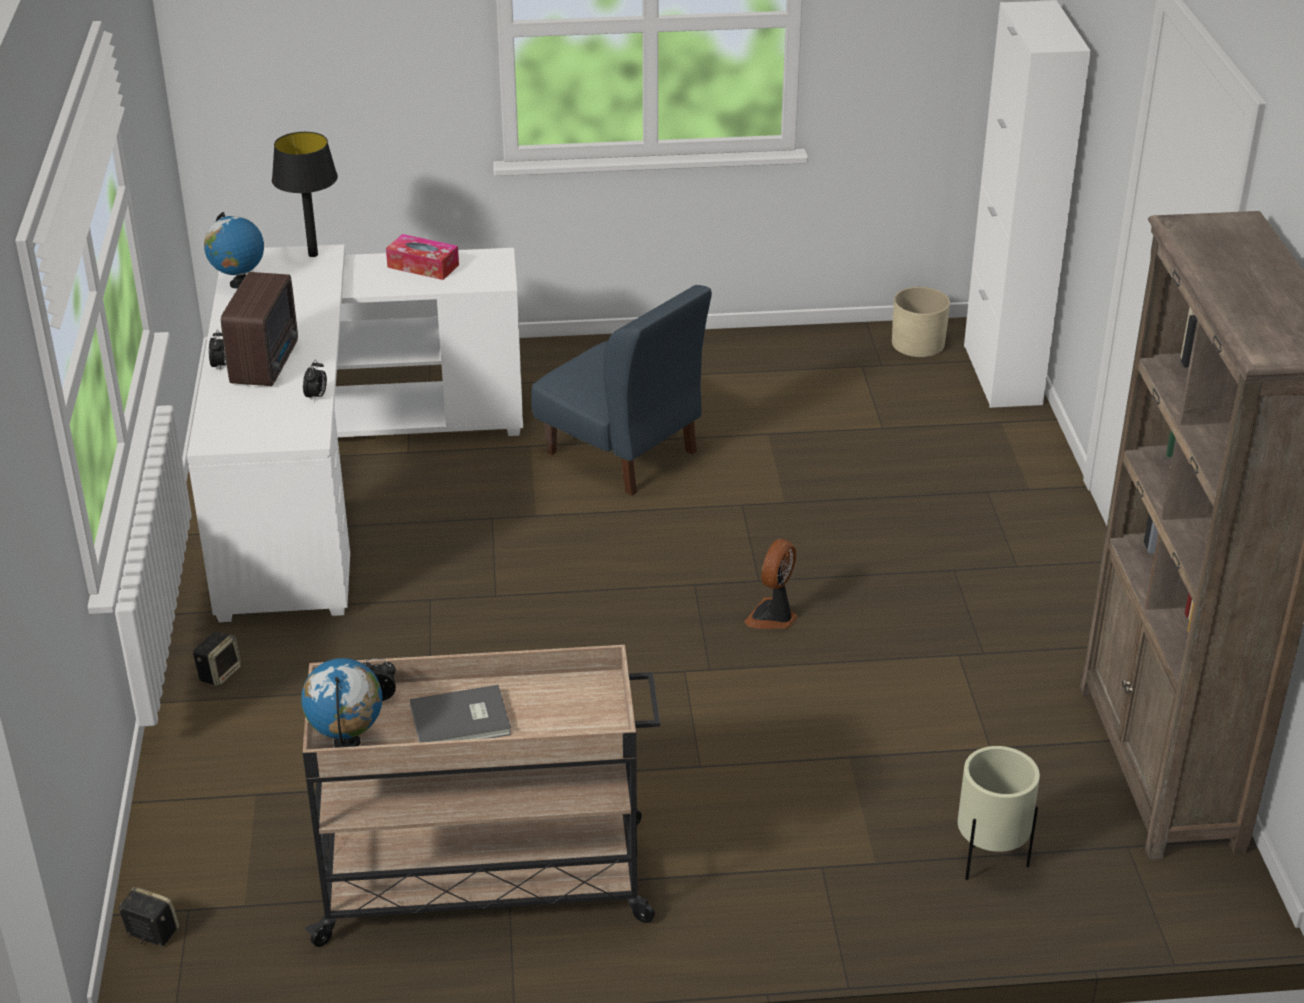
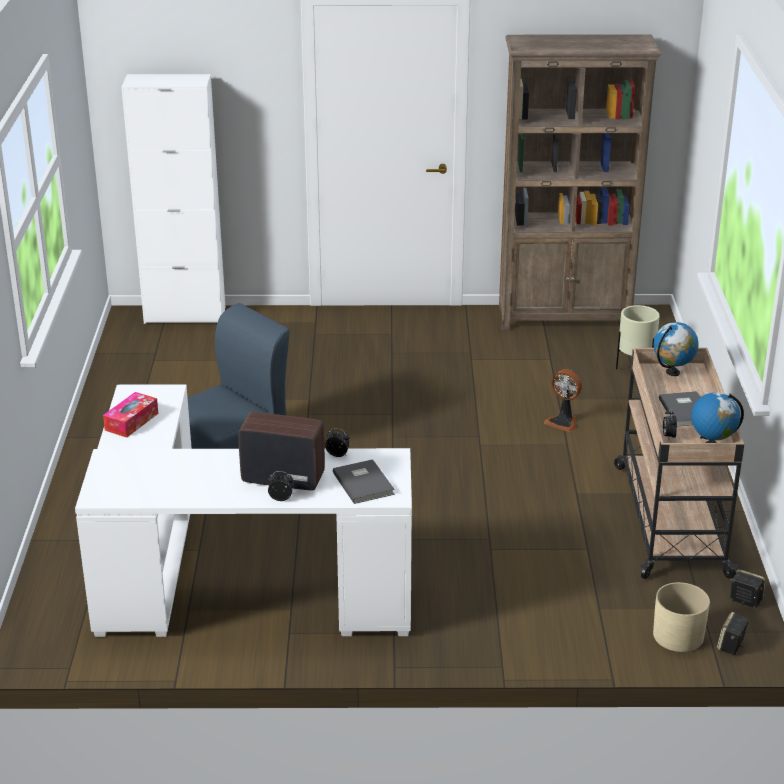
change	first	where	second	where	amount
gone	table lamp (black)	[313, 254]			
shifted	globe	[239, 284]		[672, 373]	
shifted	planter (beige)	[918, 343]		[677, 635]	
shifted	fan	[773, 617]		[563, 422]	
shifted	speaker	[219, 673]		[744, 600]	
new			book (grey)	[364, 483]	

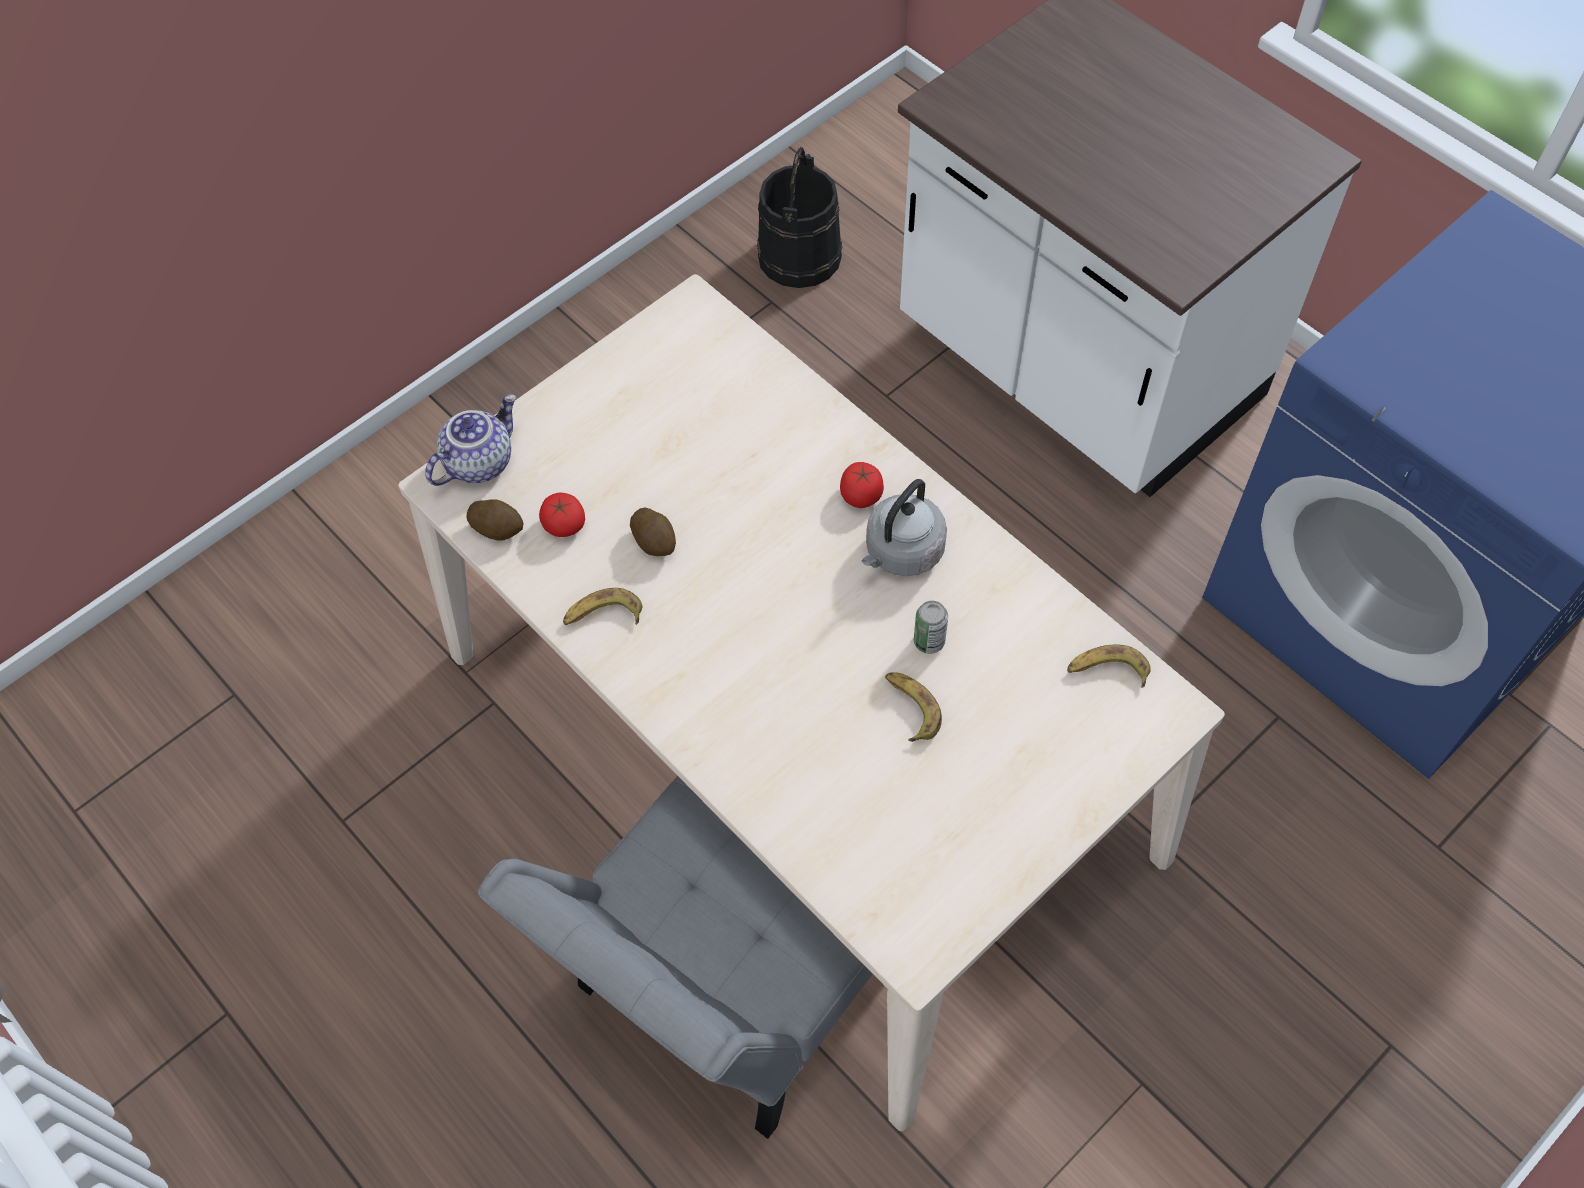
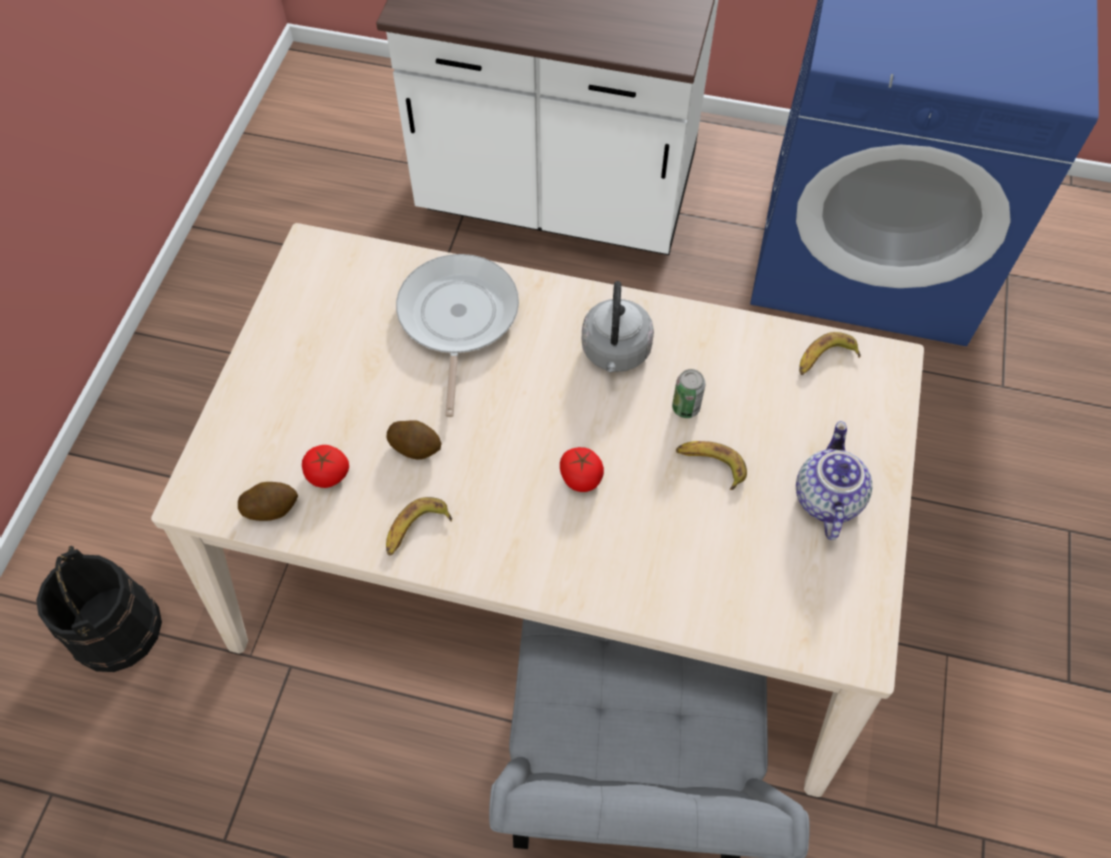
change	first	where	second	where	amount
shifted	bucket (black)	[799, 255]		[115, 628]	
shifted	teapot	[479, 461]		[825, 497]	
shifted	tomato	[861, 494]		[581, 477]	
new			frying pan	[457, 319]	

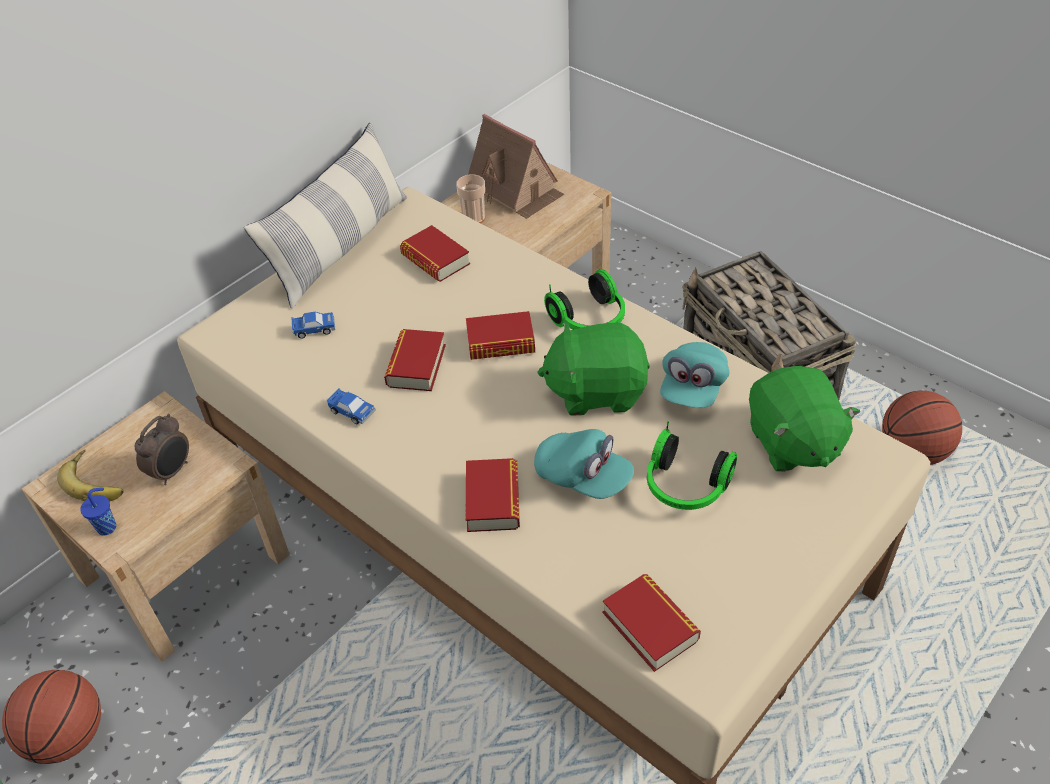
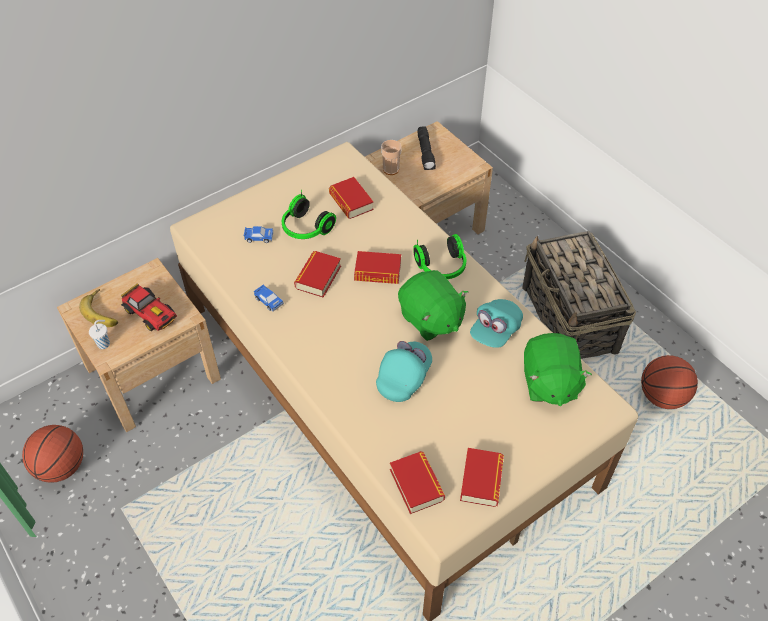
change	first	where	second	where	amount
swapped	toy house	[515, 190]	flashlight (black)	[426, 153]	
gone	pillow	[341, 247]			
rotated	plush toy (green)	[596, 390]		[430, 319]	135 degrees counterclockwise
swapped	alarm clock	[172, 471]	toy car	[151, 315]	
shifted	headphones	[685, 487]		[305, 229]	
rotated	cap (turquoise)	[583, 477]		[404, 378]	105 degrees counterclockwise
shifted	book	[493, 500]		[481, 480]	
repainted	cup (blue)	[108, 527]	cup (white)	[104, 344]	

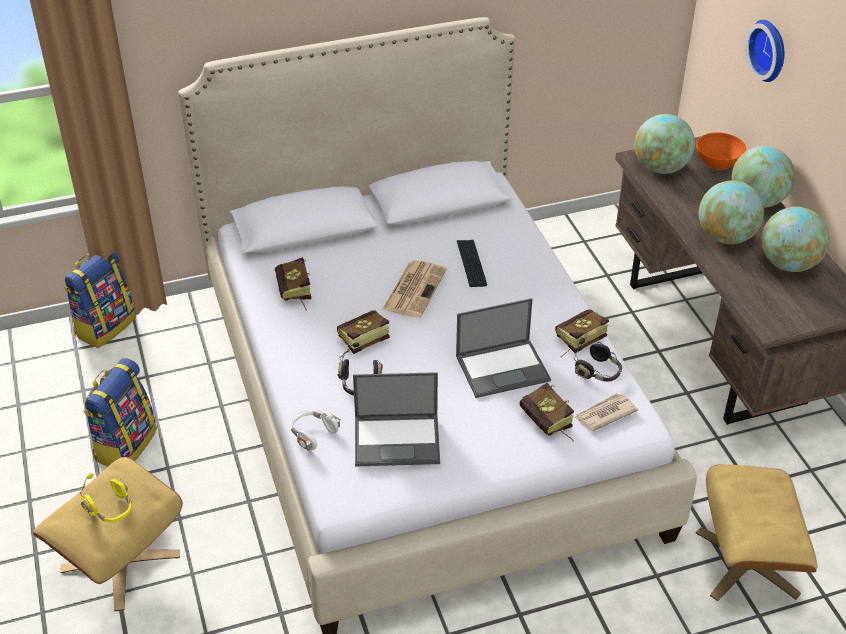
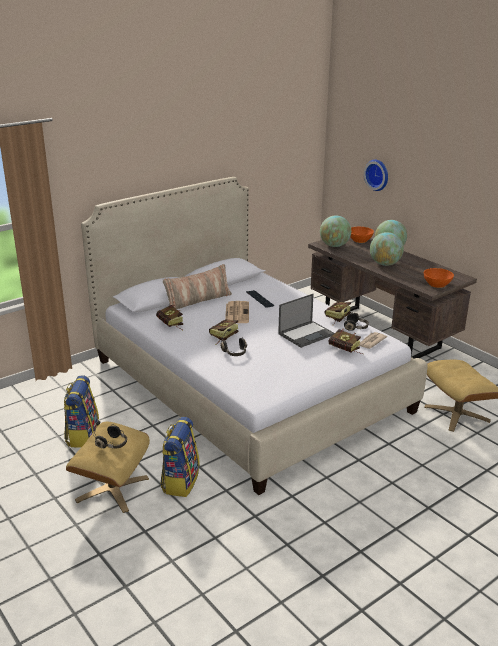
change	first	where	second	where	amount
gone	globe	[788, 264]			
shifted	backpack	[105, 326]		[180, 481]	
gone	laptop	[398, 440]			
gone	headphones (white)	[313, 434]			
repainted	headphones (yellow)	[111, 509]	headphones (black)	[113, 444]	
new			pillow	[198, 301]	
new			bowl (orange)	[436, 284]	

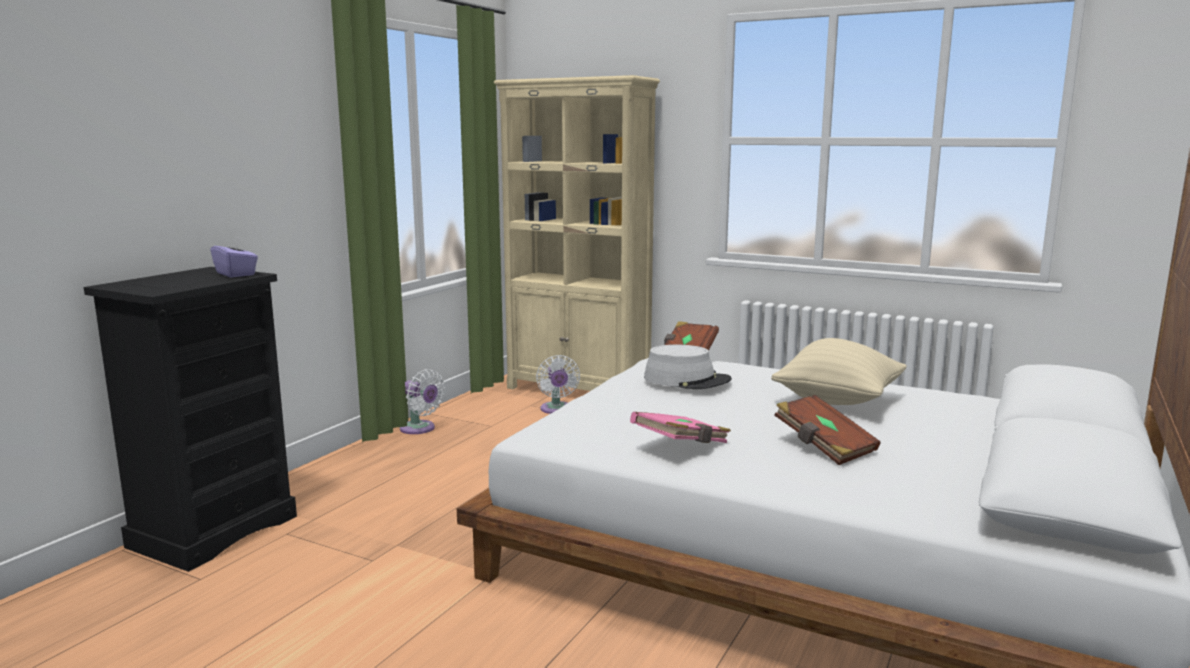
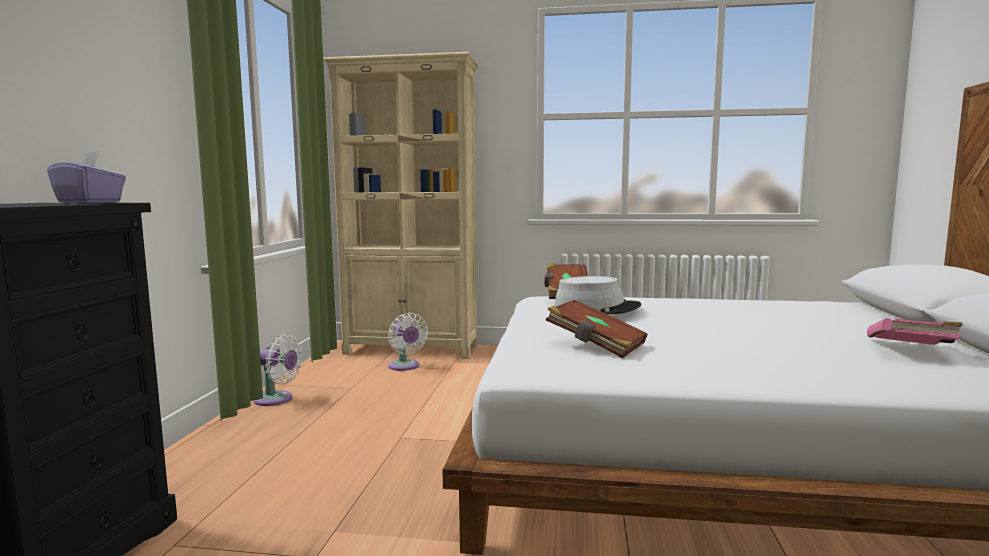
change	first	where	second	where	amount
gone	pillow (beige)	[838, 401]			
shifted	book (brown)	[824, 446]		[595, 346]	
shifted	book (pink)	[681, 446]		[911, 351]	

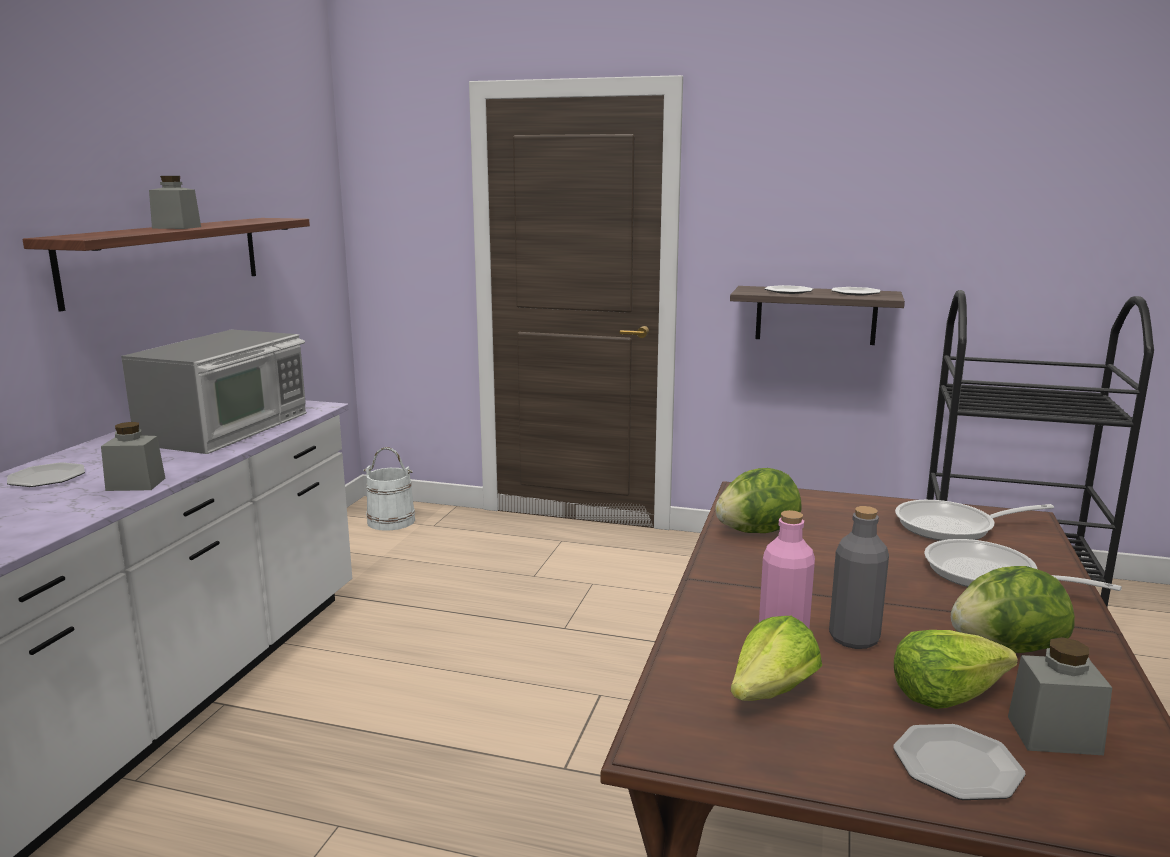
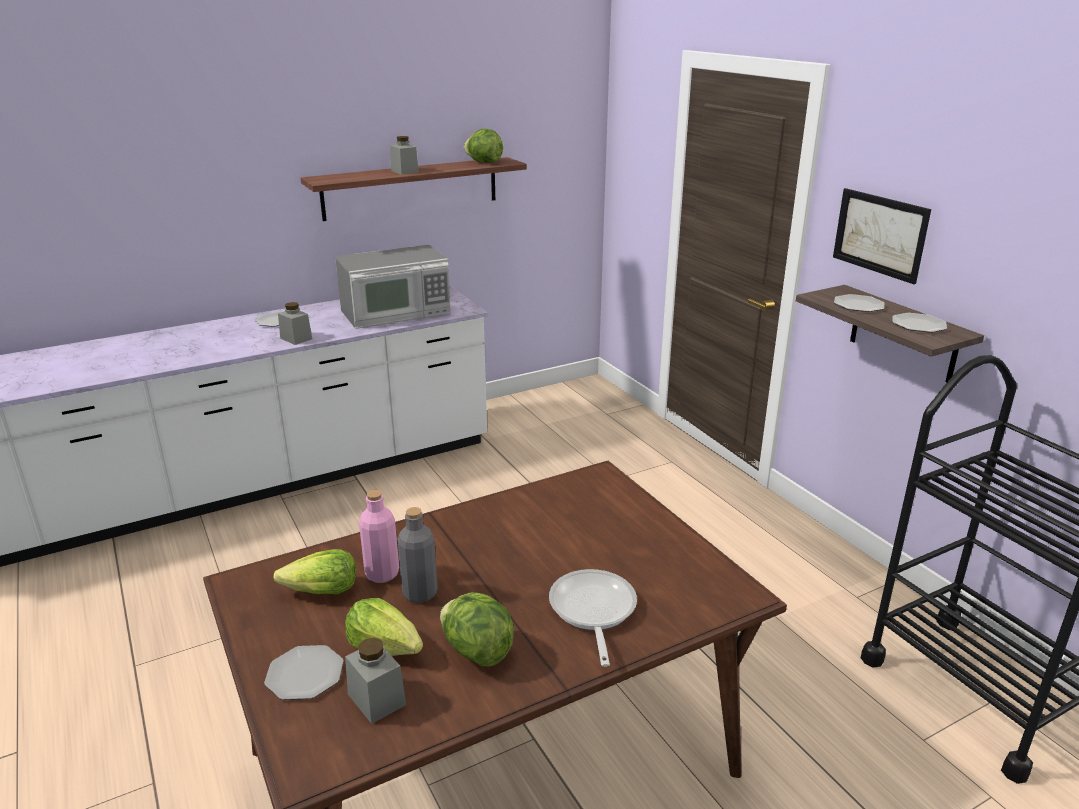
change	first	where	second	where	amount
gone	bucket (white)	[391, 521]			
shifted	lettuce	[756, 532]		[484, 162]	
gone	frying pan	[953, 527]			
new			picture	[879, 234]	

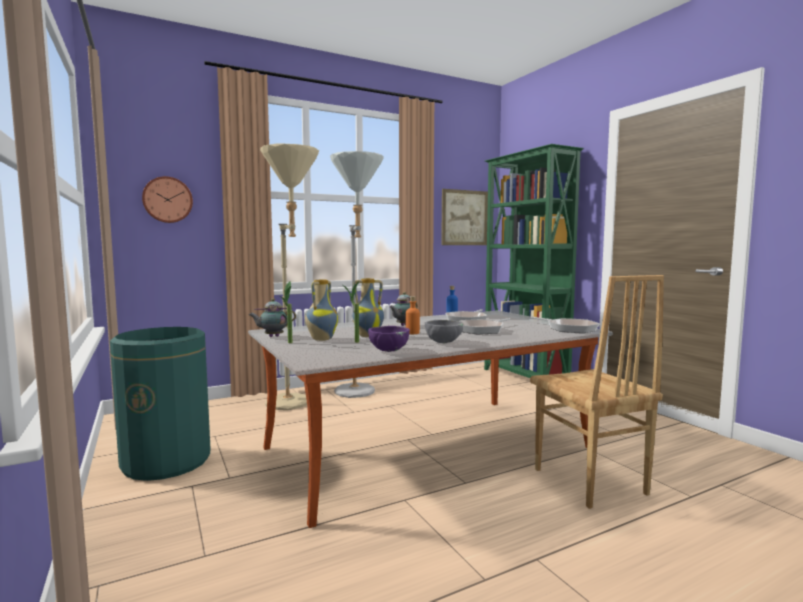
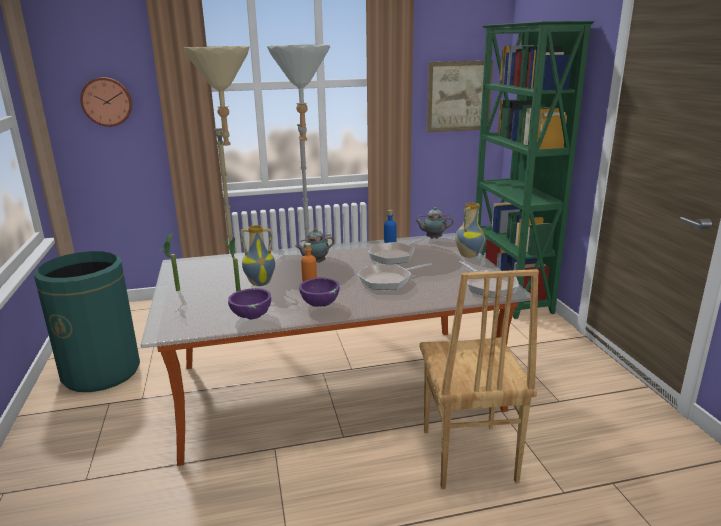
change	first	where	second	where	amount
shifted	vase	[321, 339]		[468, 255]	
shifted	teapot	[272, 336]		[432, 238]	
repainted	bowl (grey)	[443, 343]	bowl (purple)	[319, 305]	

